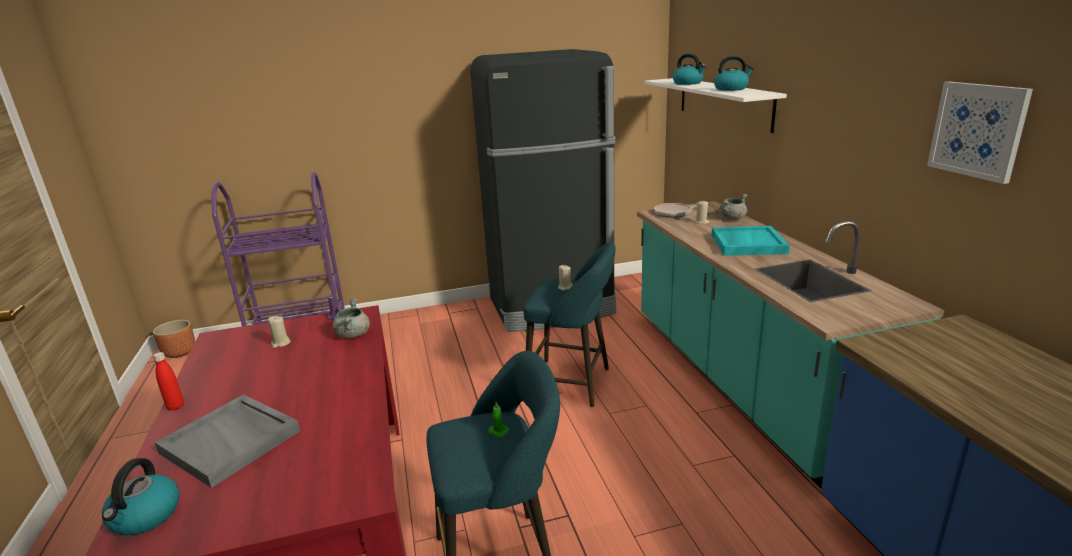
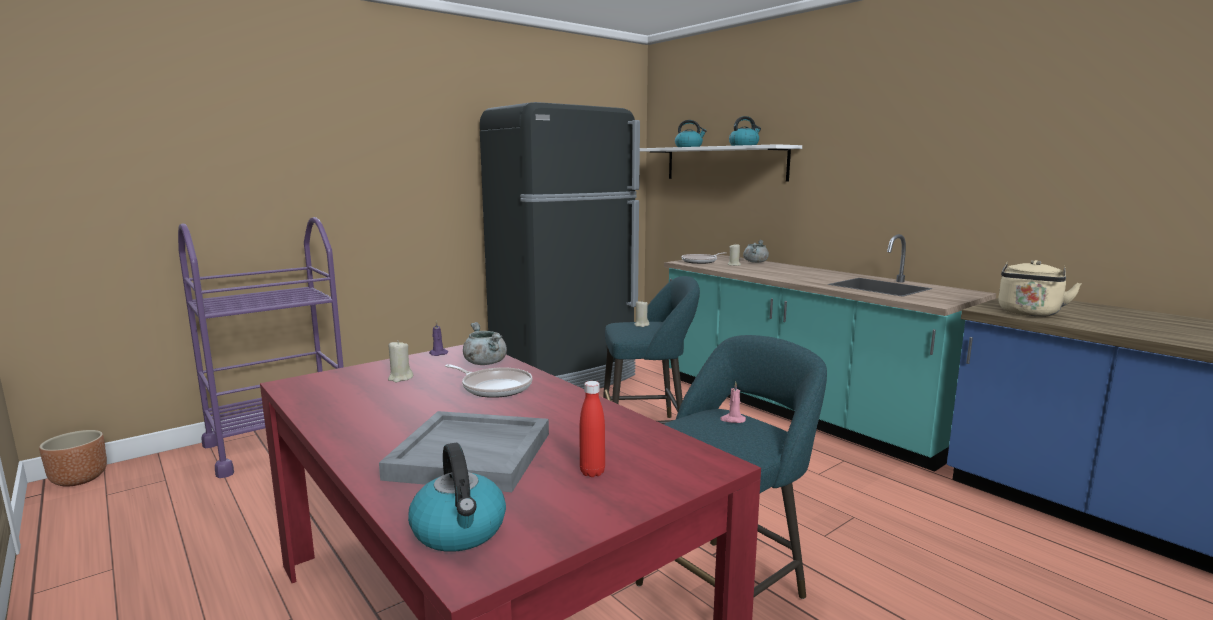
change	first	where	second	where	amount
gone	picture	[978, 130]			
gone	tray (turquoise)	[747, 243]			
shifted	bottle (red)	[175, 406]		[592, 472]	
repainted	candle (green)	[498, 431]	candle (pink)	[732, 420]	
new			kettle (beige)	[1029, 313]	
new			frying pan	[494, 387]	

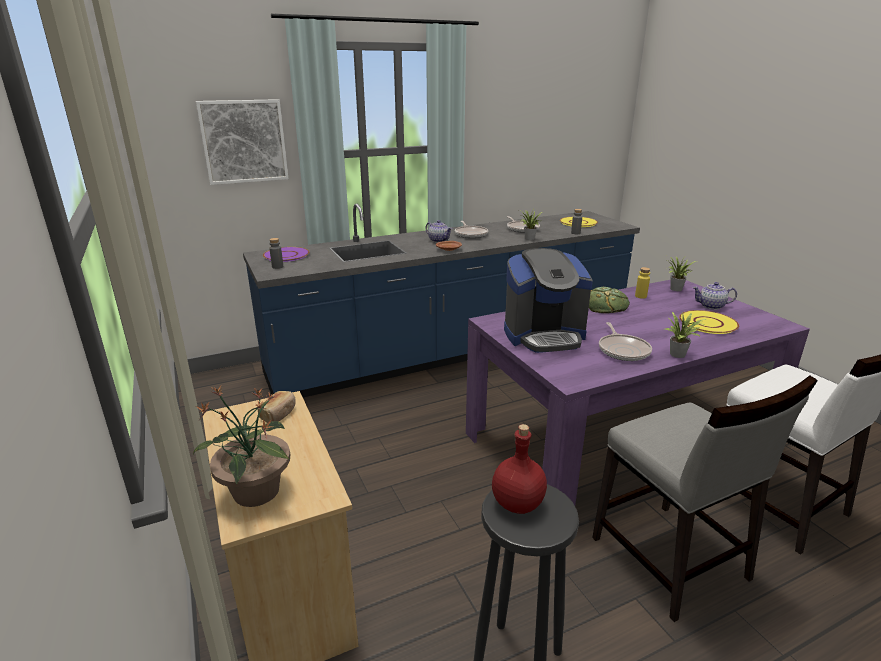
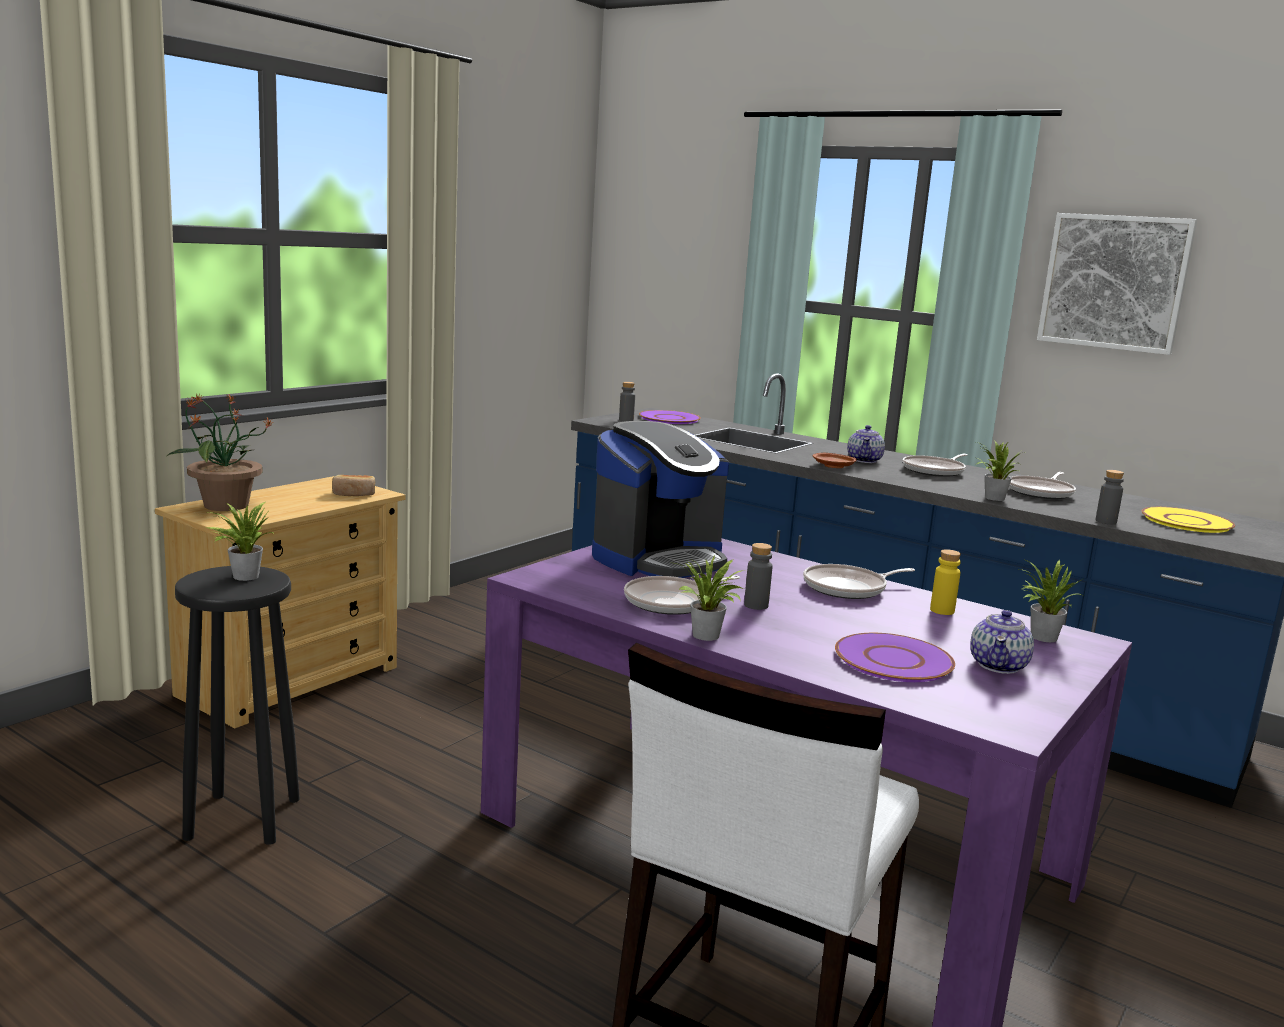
change	first	where	second	where	amount
shifted	picture	[244, 141]		[1114, 282]	
rotated	coffee machine	[544, 336]		[659, 559]	90 degrees counterclockwise
rotated	teapot	[711, 306]		[999, 665]	135 degrees counterclockwise
swapped	bread	[605, 305]	frying pan	[848, 588]	
repainted	plate (yellow)	[707, 323]	plate (purple)	[892, 659]	
gone	chair (grey)	[669, 559]			
swapped	bottle (red)	[518, 503]	potted plant	[242, 576]	
new			bottle (grey)	[756, 605]	

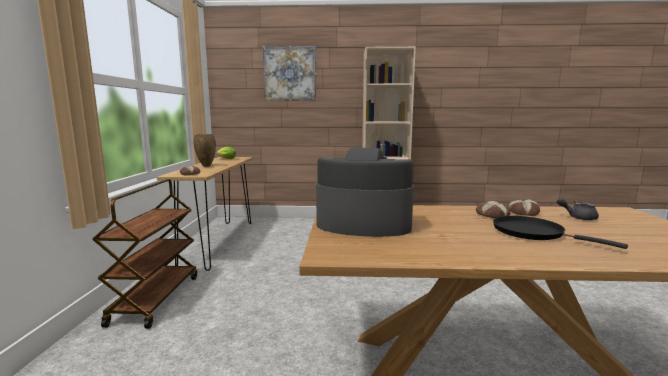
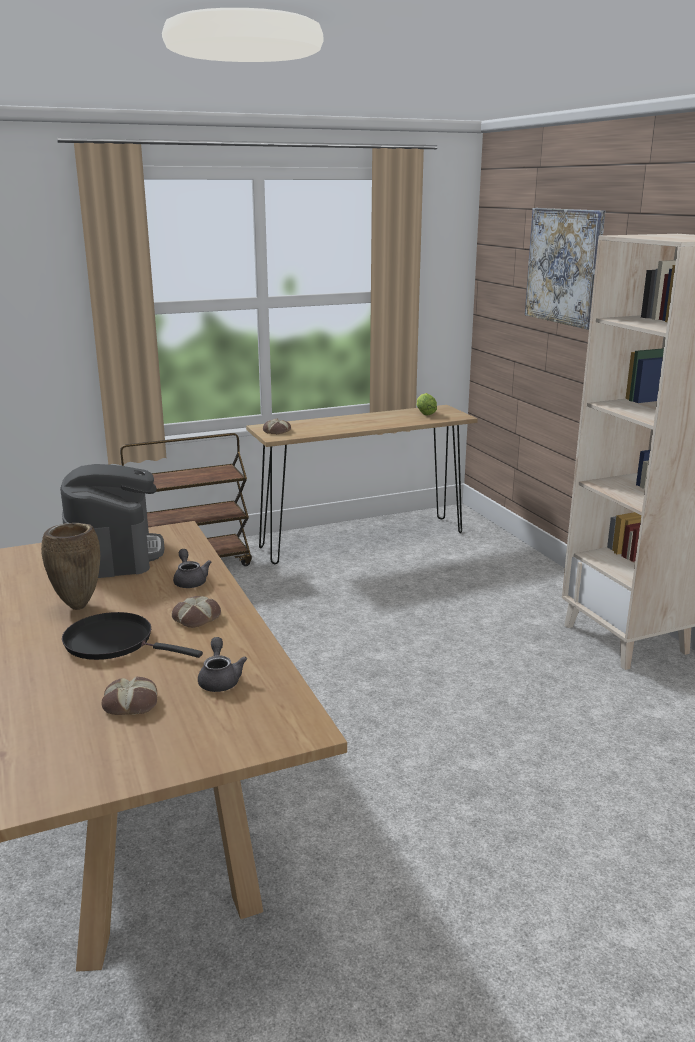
change	first	where	second	where	amount
shifted	vase (brown)	[206, 166]		[78, 606]	
shifted	bread	[522, 212]		[131, 702]	
rotated	frying pan (black)	[532, 233]		[114, 642]	90 degrees counterclockwise
new			teapot (grey)	[190, 580]	

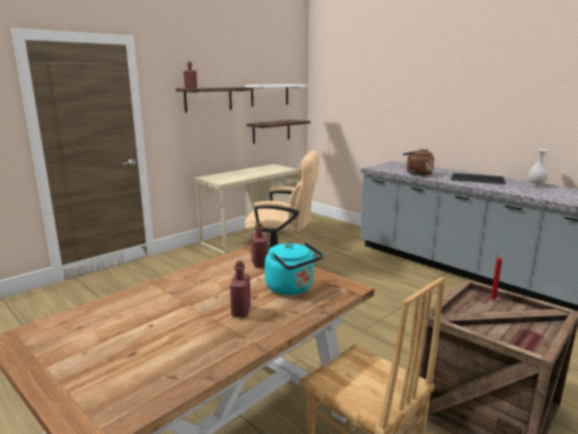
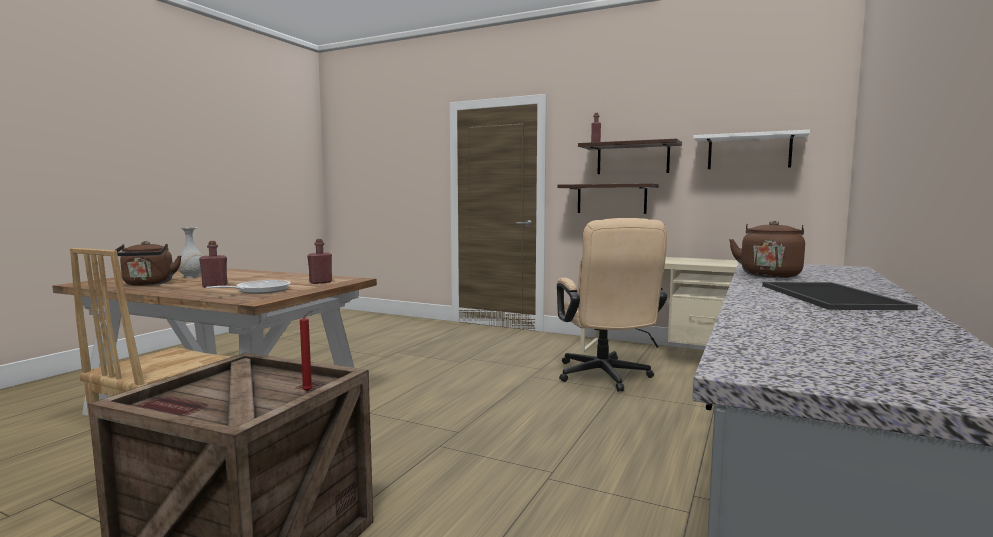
change	first	where	second	where	amount
shifted	shelf	[271, 131]		[611, 199]	
shifted	vase (white)	[536, 184]		[192, 276]	
swapped	kettle (turquoise)	[292, 288]	frying pan	[258, 291]	
new			kettle (brown)	[148, 284]	

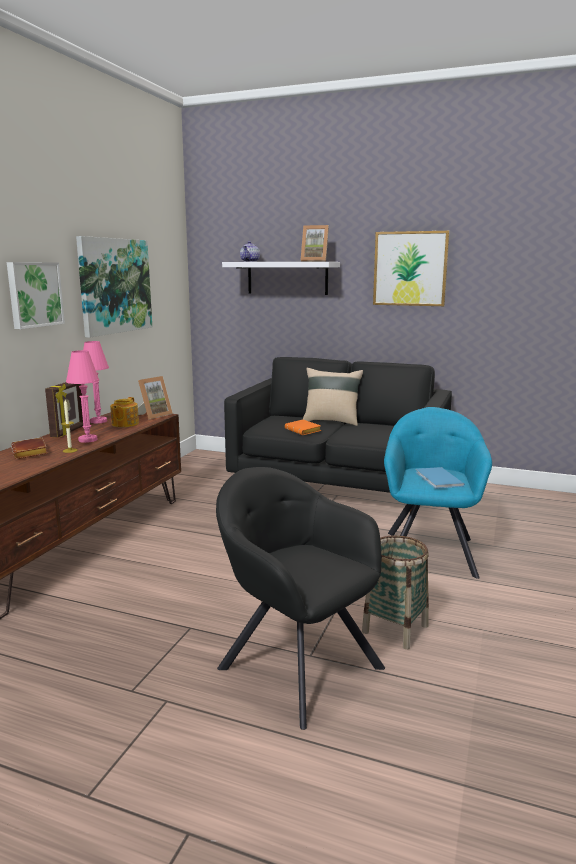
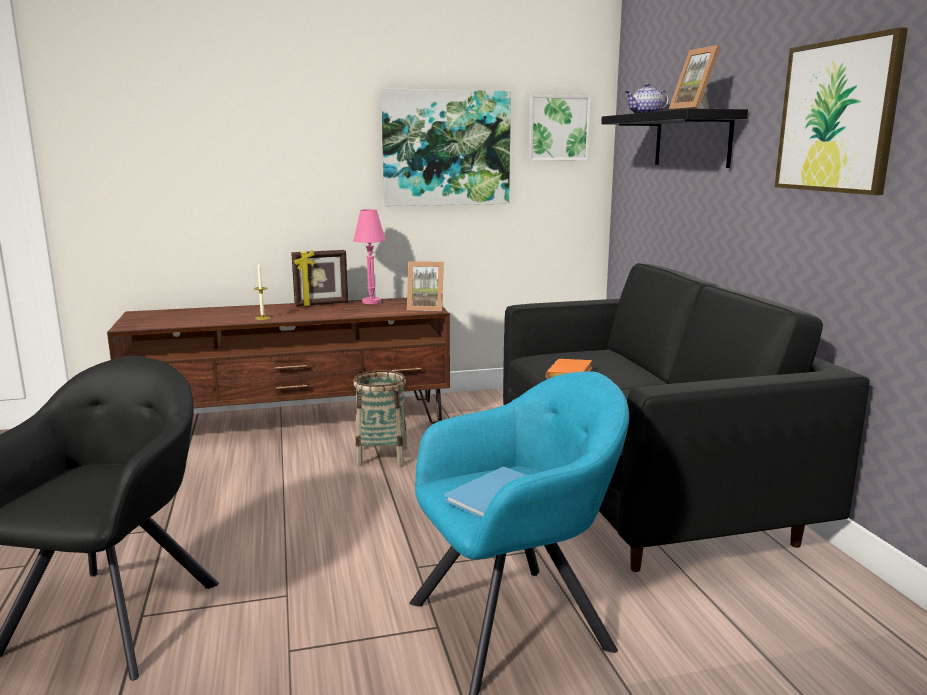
change	first	where	second	where	amount
shifted	picture	[34, 294]		[557, 128]	
repainted	shelf (white)	[287, 278]	shelf (black)	[692, 140]	
gone	table lamp (pink)	[88, 440]			
gone	pillow (beige)	[331, 421]			
gone	teapot	[124, 424]			
gone	book (brown)	[31, 452]			
shifted	basket	[395, 629]		[382, 456]	

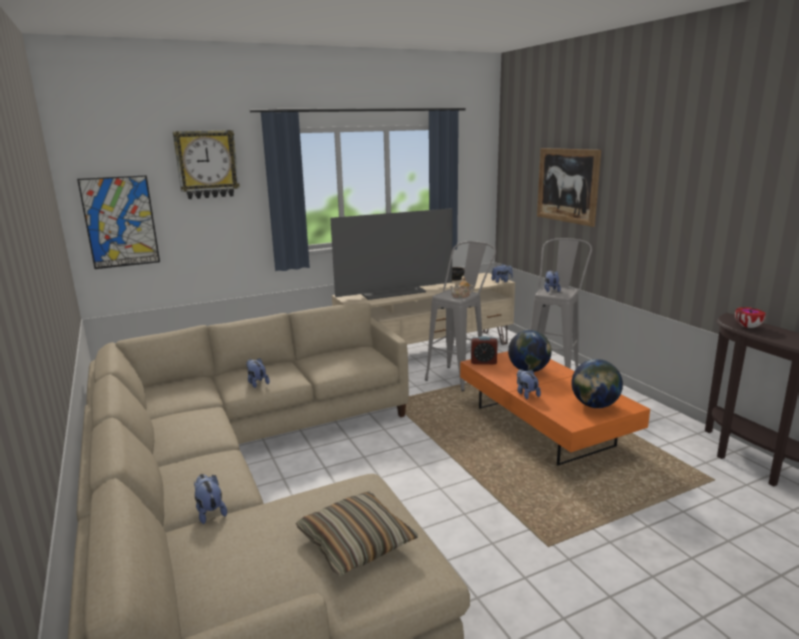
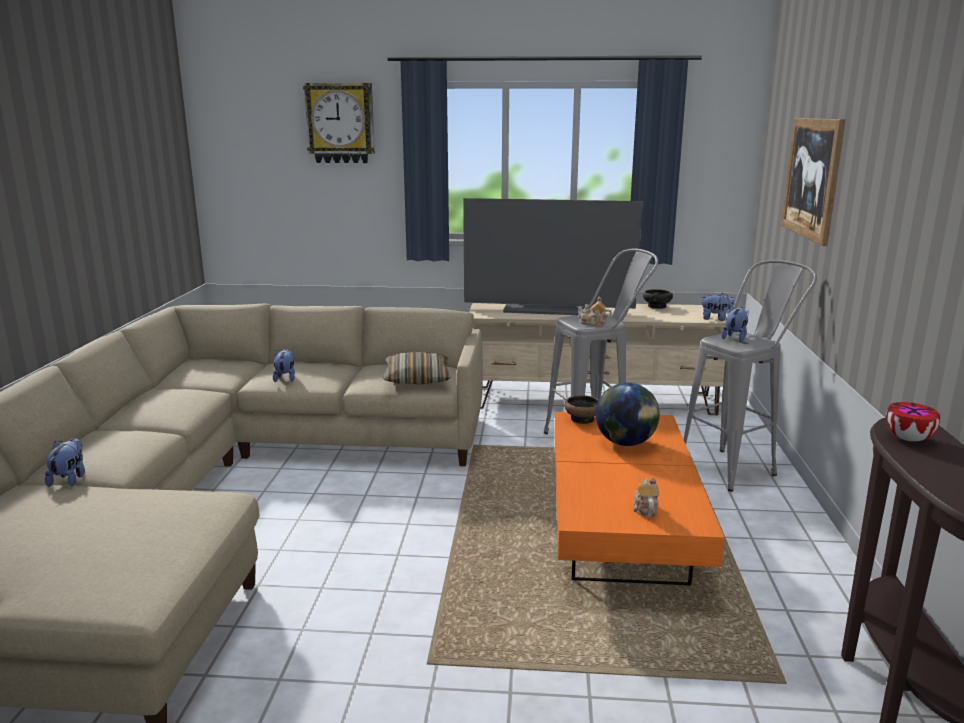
change	first	where	second	where	amount
gone	picture	[120, 222]			
swapped	alarm clock	[483, 362]	bowl	[582, 419]	
swapped	globe	[594, 406]	teapot	[645, 509]	
gone	plush toy	[526, 394]			
shifted	pillow	[356, 543]		[417, 378]	

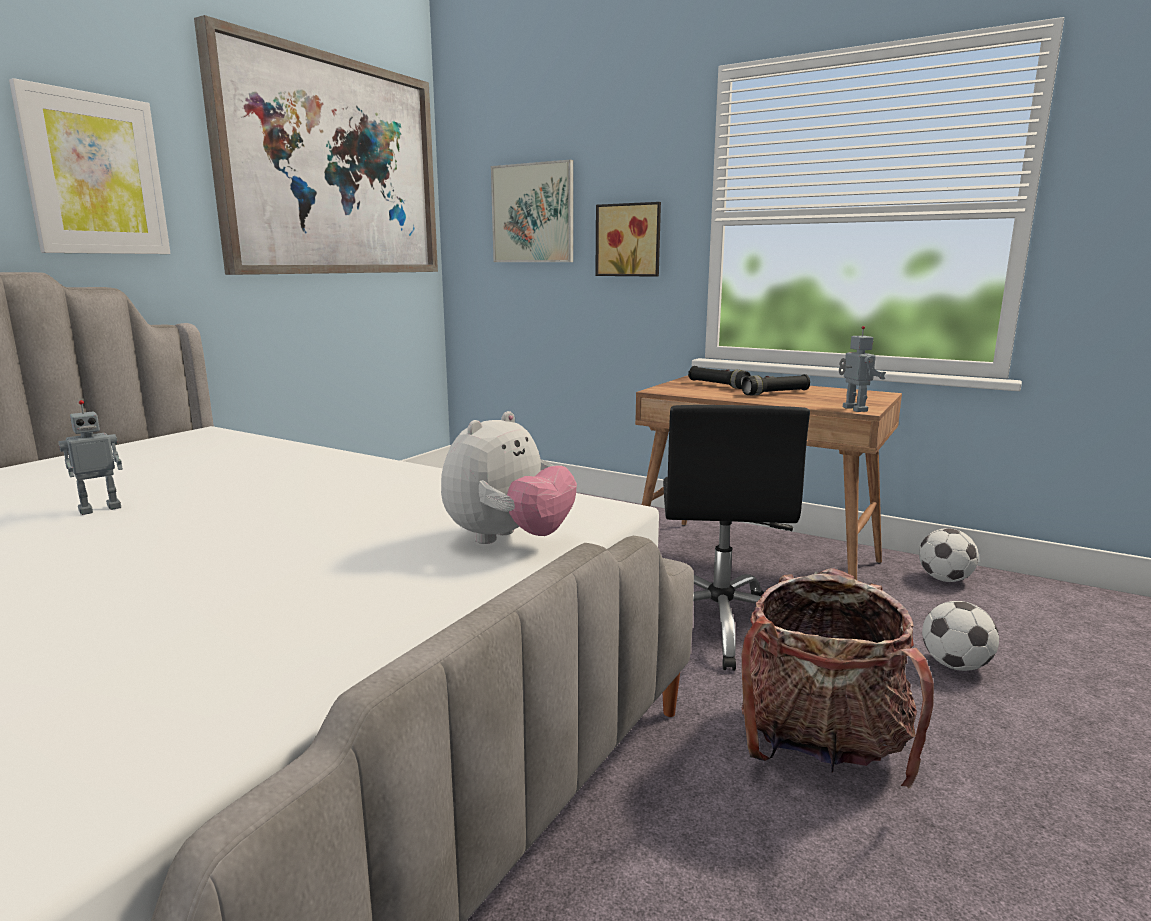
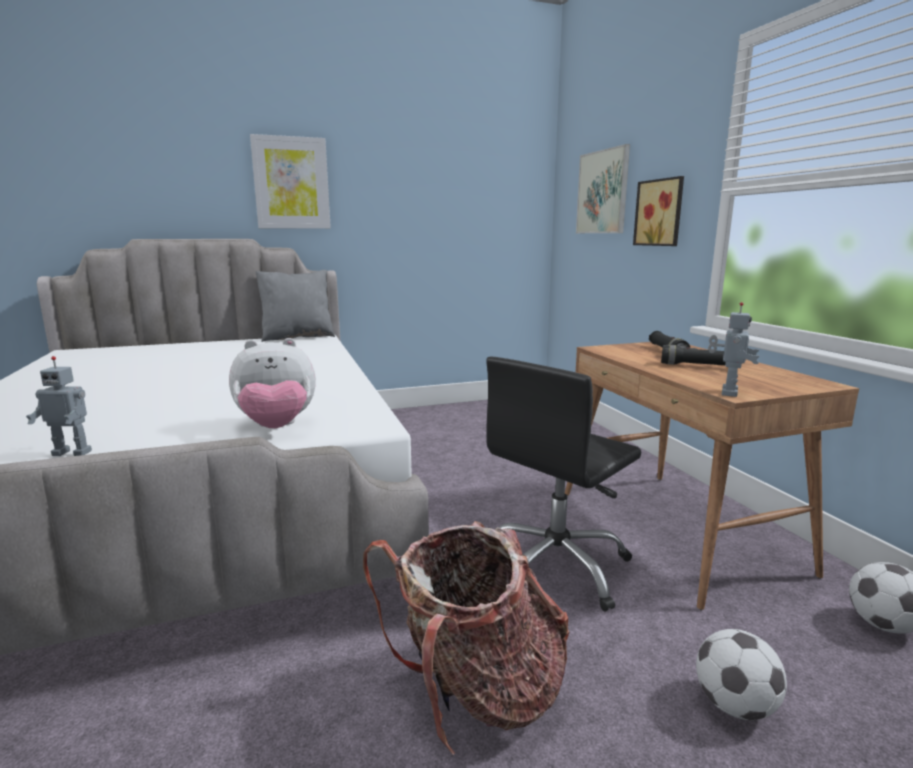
change	first	where	second	where	amount
gone	picture	[333, 168]			
shifted	toy robot	[100, 509]		[73, 452]	
new			pillow (grey)	[297, 337]	

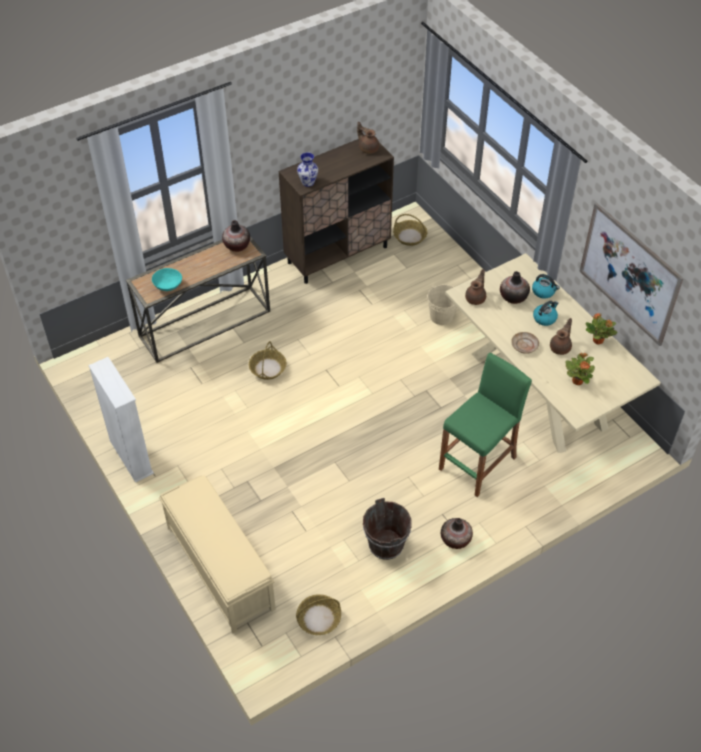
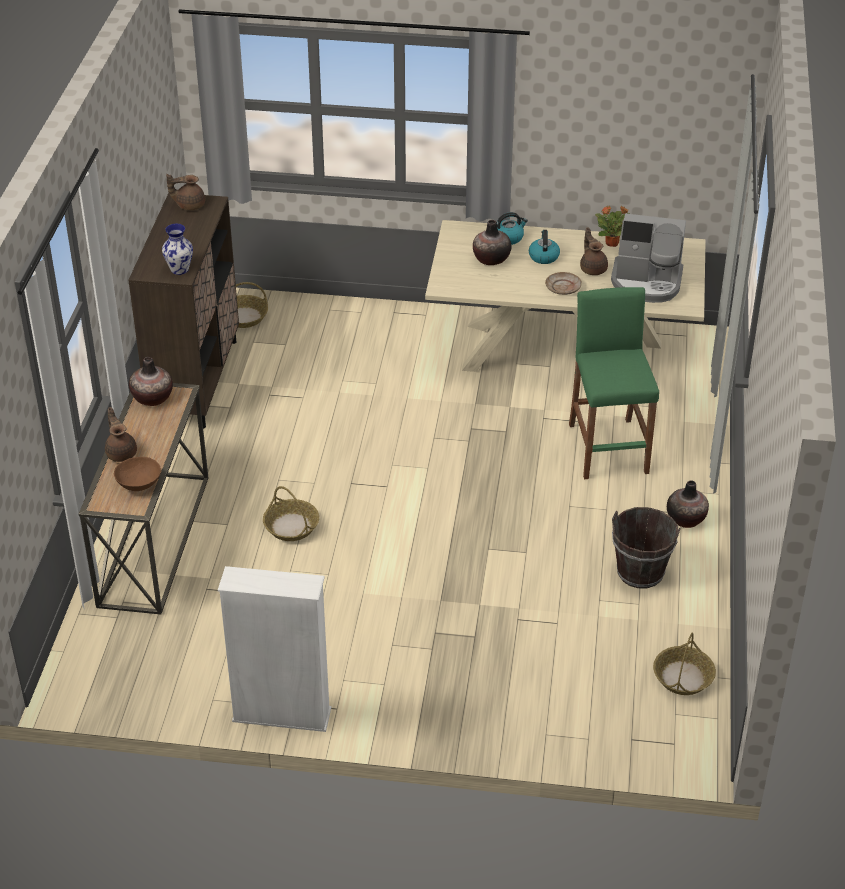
change	first	where	second	where	amount
gone	picture	[629, 274]			
repainted	bowl (turquoise)	[167, 286]	bowl (brown)	[139, 484]	
shifted	teapot (brown)	[476, 298]		[121, 452]	
gone	bucket (beige)	[441, 316]			
swapped	potted plant	[577, 381]	coffee machine	[647, 282]	
gone	bench (beige)	[219, 566]			

